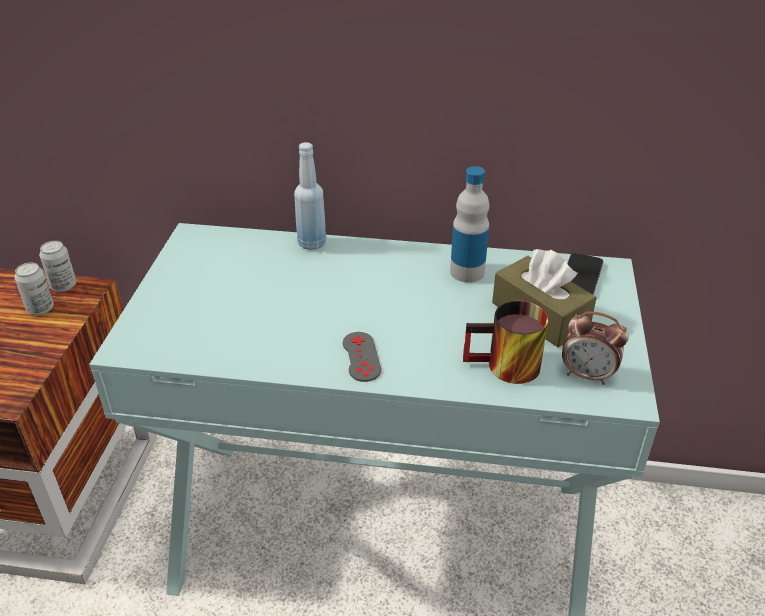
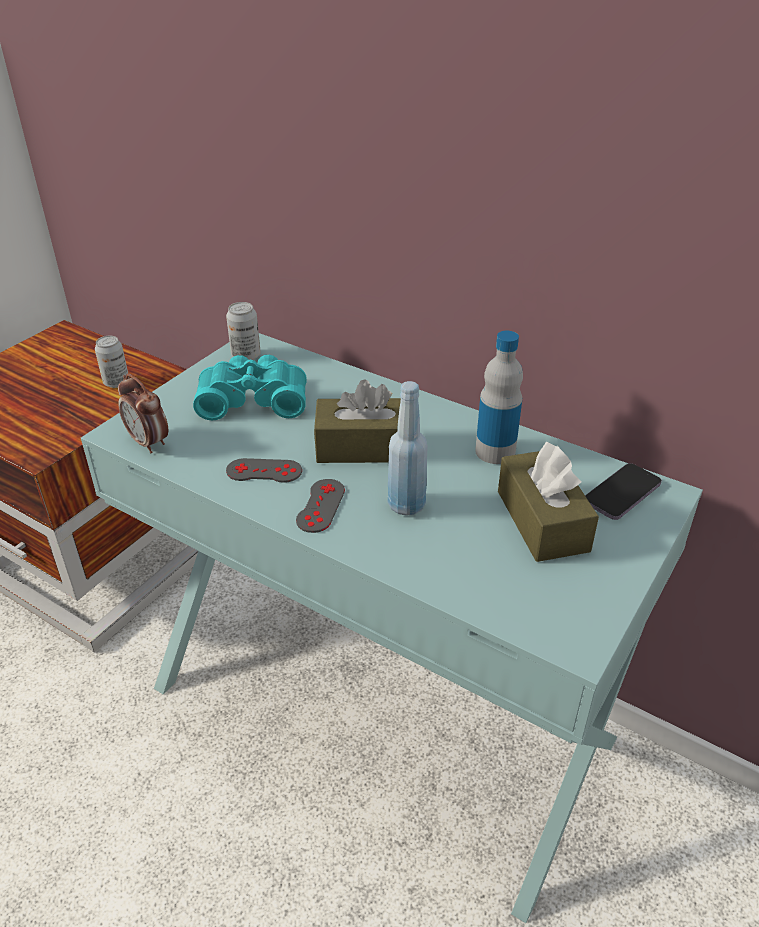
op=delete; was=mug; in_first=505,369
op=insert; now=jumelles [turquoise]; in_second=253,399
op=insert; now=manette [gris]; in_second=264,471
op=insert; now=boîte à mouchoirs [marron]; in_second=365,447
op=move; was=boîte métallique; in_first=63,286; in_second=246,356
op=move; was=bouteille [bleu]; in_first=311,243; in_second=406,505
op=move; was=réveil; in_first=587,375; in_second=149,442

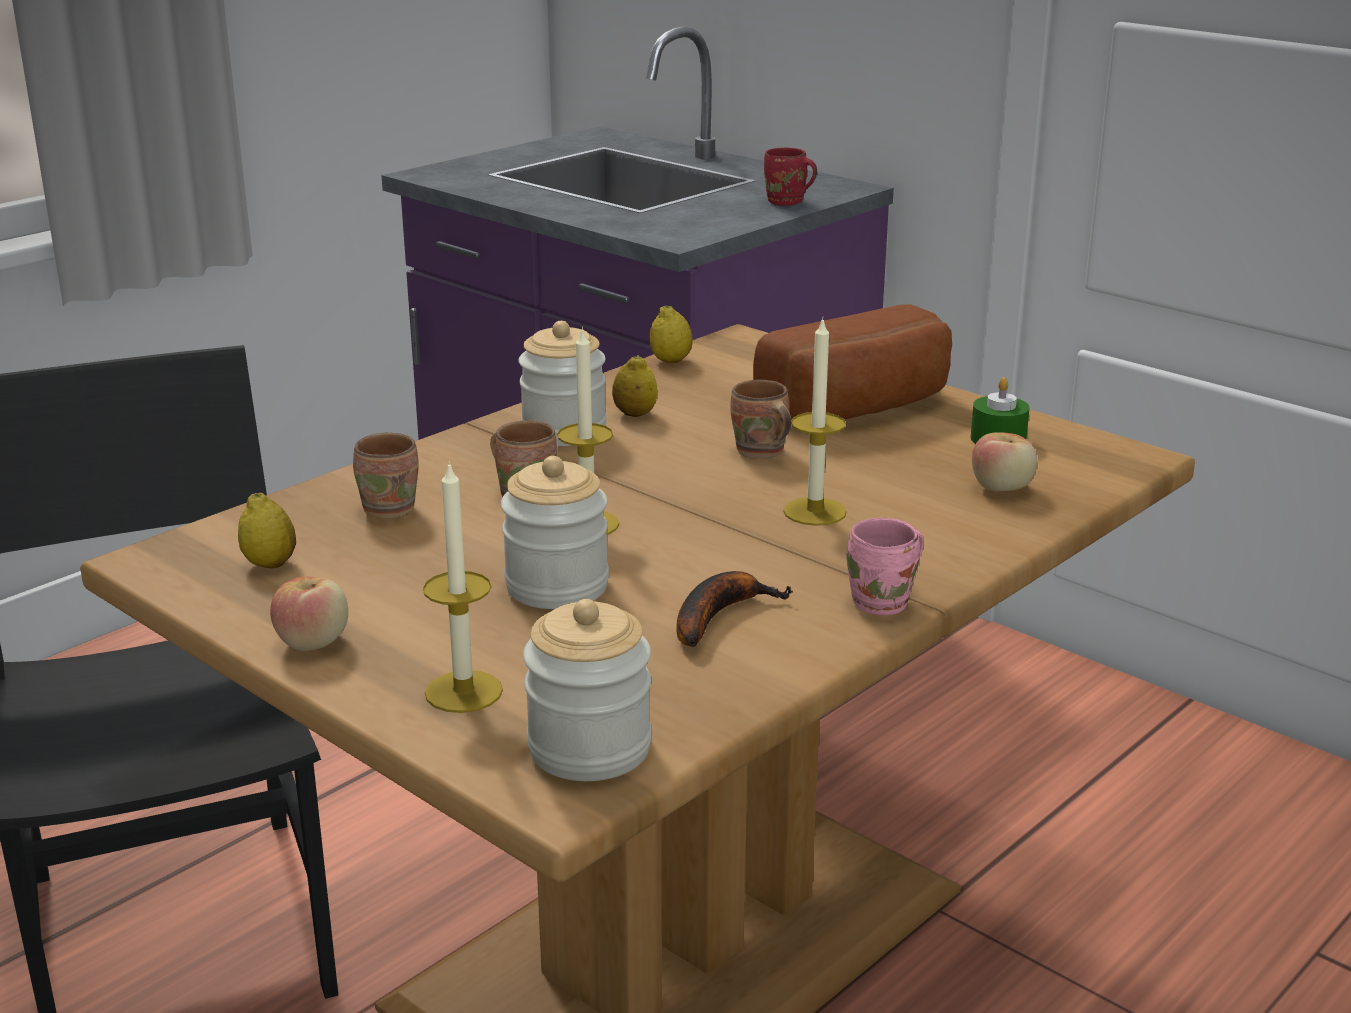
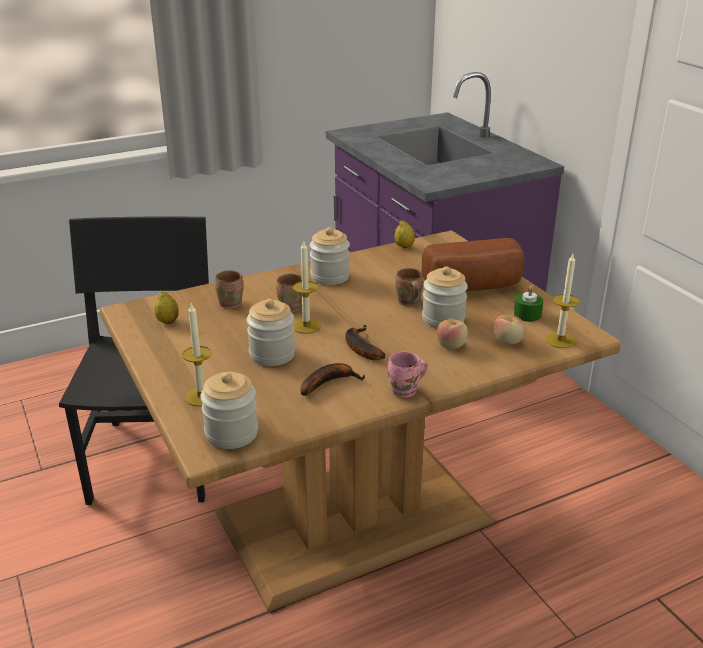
op=delete; was=citron; in_first=635,414
op=delete; was=mug [rouge]; in_first=786,202
op=insert; now=banane; in_second=360,347
op=insert; now=bocal; in_second=443,319
op=move; was=pomme; in_first=313,642; in_second=451,345
op=move; was=bougie; in_first=814,511; in_second=560,340

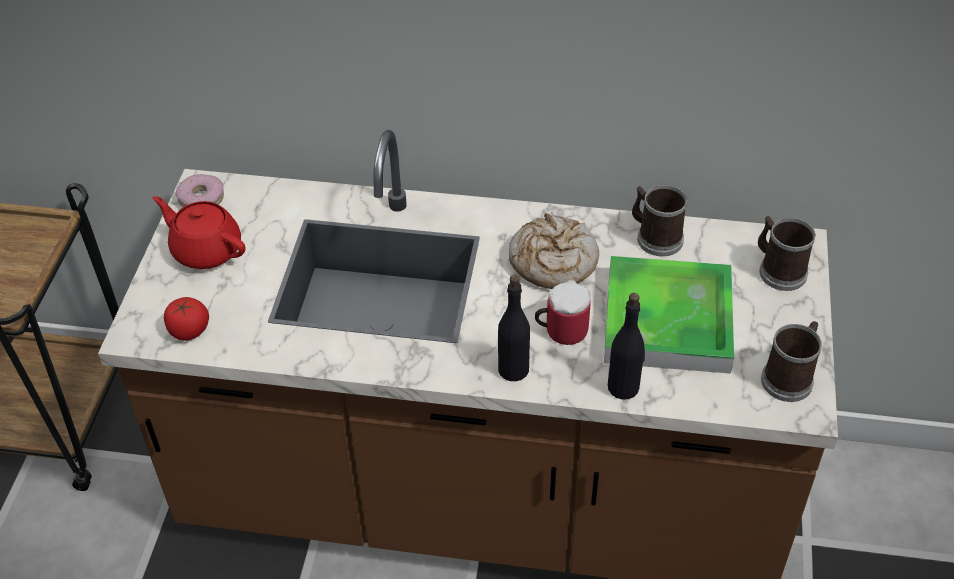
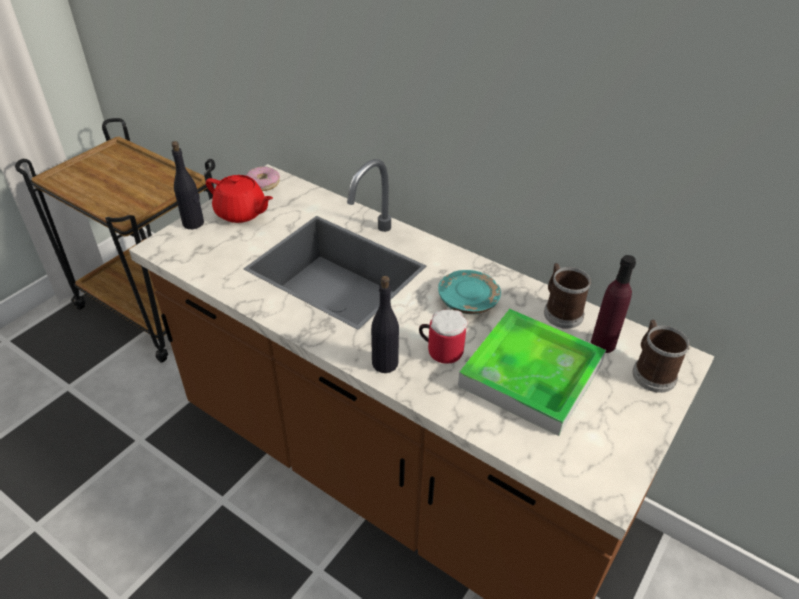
op=delete; was=tomate; in_first=189,330
op=delete; was=mug; in_first=790,377
op=insert; now=bouteille [violet]; in_second=603,344
op=move; was=bouteille [noir]; in_first=624,387; in_second=193,223
op=replace; was=pain; now=assiette [turquoise]; in_first=552,261; in_second=468,300
op=rotate; was=théière [rouge]; in_first=206,250; in_second=241,213; clockwise=150

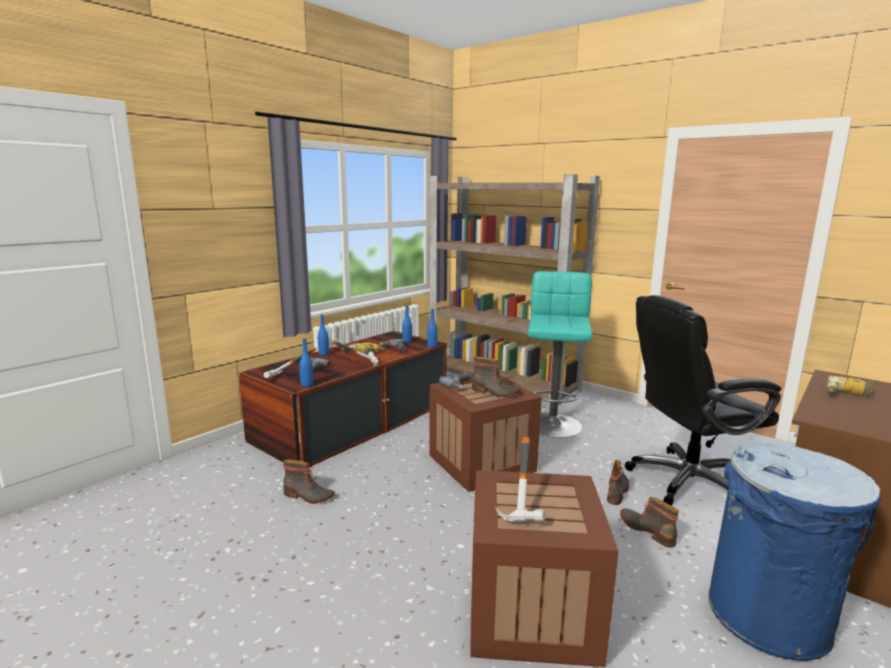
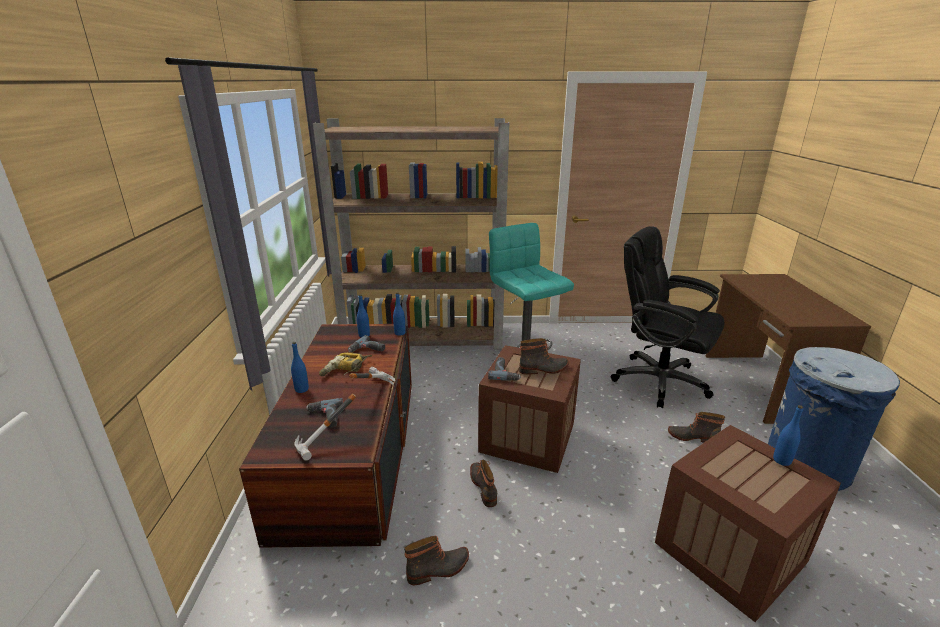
op=delete; was=marteau; in_first=528,506
op=delete; was=perceuse; in_first=849,393
op=move; was=bouteille [bleu]; in_first=307,385; in_second=781,460
op=move; was=botte; in_first=617,491; in_second=484,486
op=rotate; was=chaise de bureau [noir]; in_first=688,481; in_second=659,381; clockwise=90

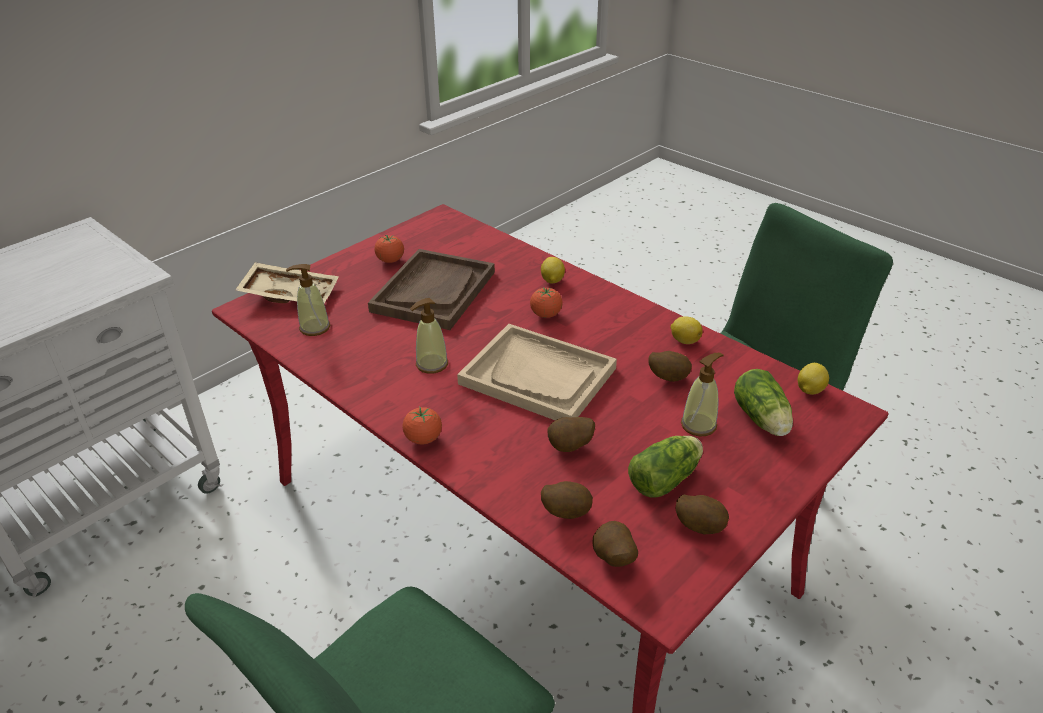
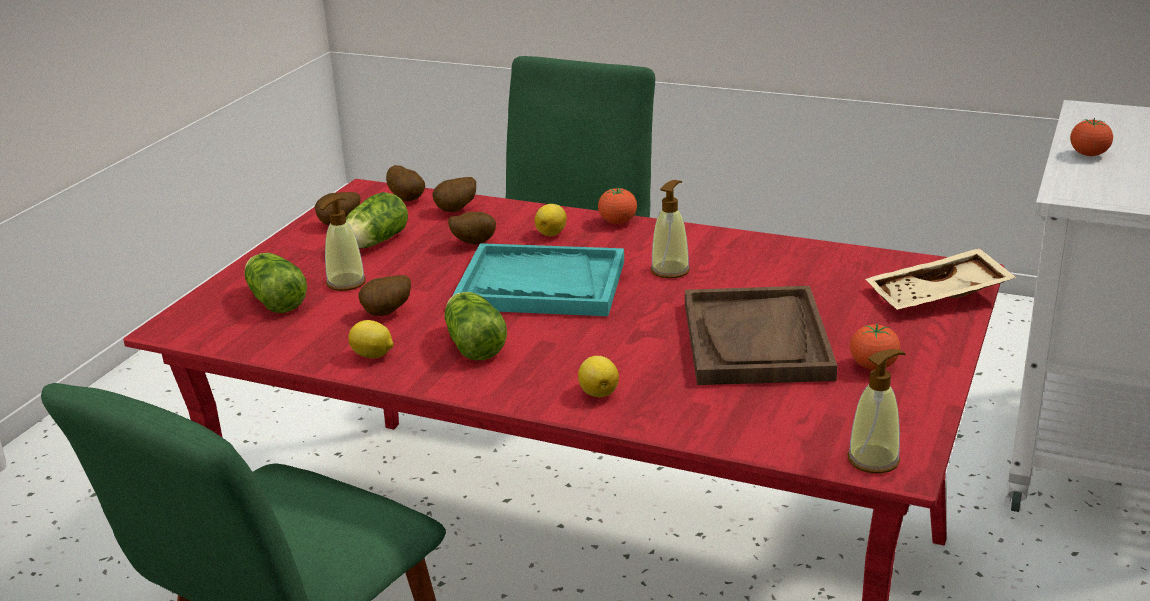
op=insert; now=laitue; in_second=473,343
op=move; was=distributeur de savon; in_first=314,327; in_second=874,460
op=move; was=tomate; in_first=546,315; in_second=1088,155
op=move; was=citron; in_first=809,390; in_second=552,233
op=recolor; was=plateau [beige]; now=plateau [turquoise]; in_first=538,376; in_second=540,285

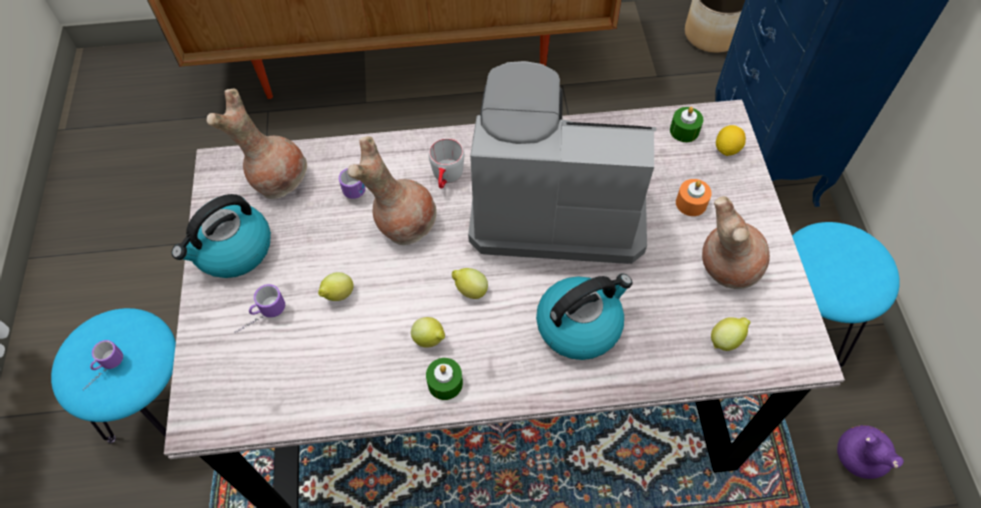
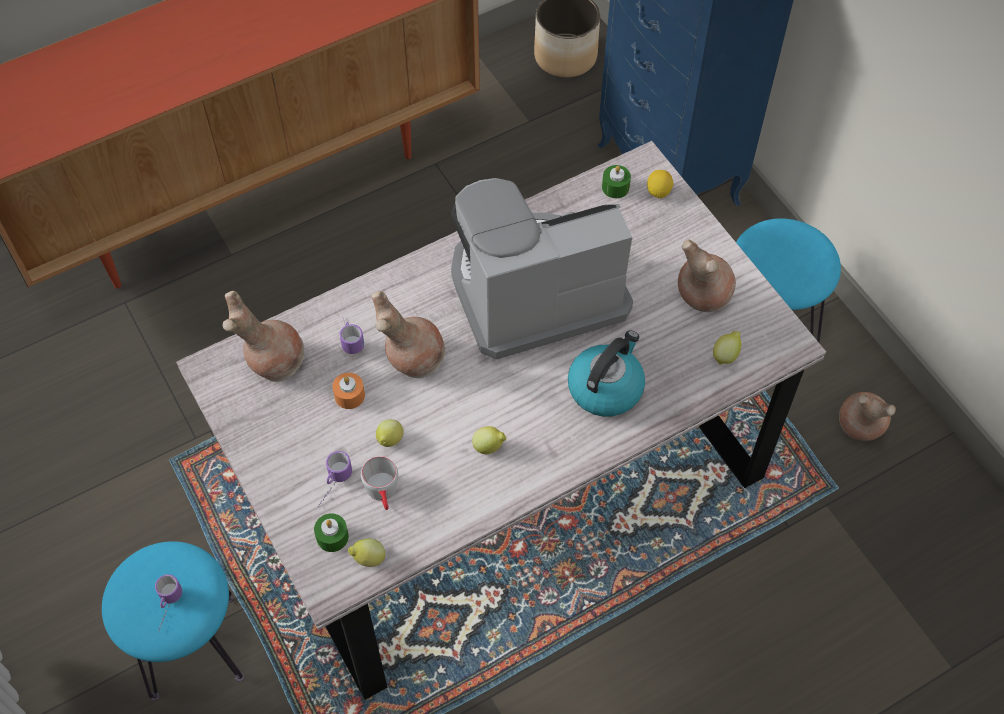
op=delete; was=bouilloire; in_first=233,251
op=move; was=bougie [vert]; in_first=445,383; in_second=332,537
op=move; was=mug [gris]; in_first=446,177; in_second=383,493
op=move; was=citron; in_first=470,290; in_second=368,559
op=move; was=bougie [orange]; in_first=691,203; in_second=349,395
op=recolor; was=vase [violet]; now=vase [marron]; in_first=855,459; in_second=858,427

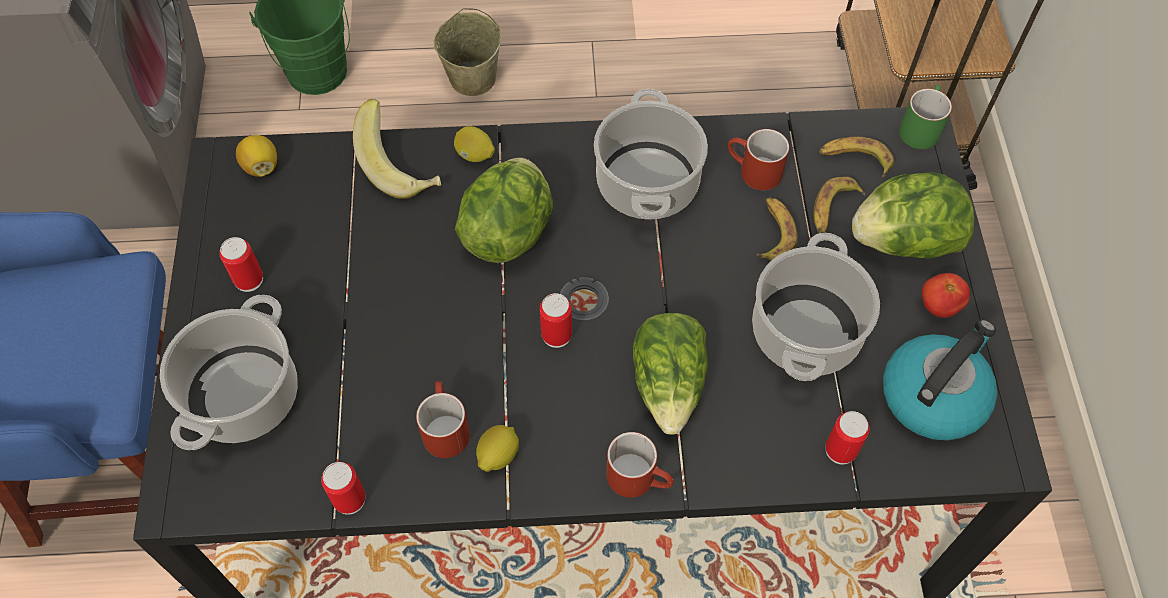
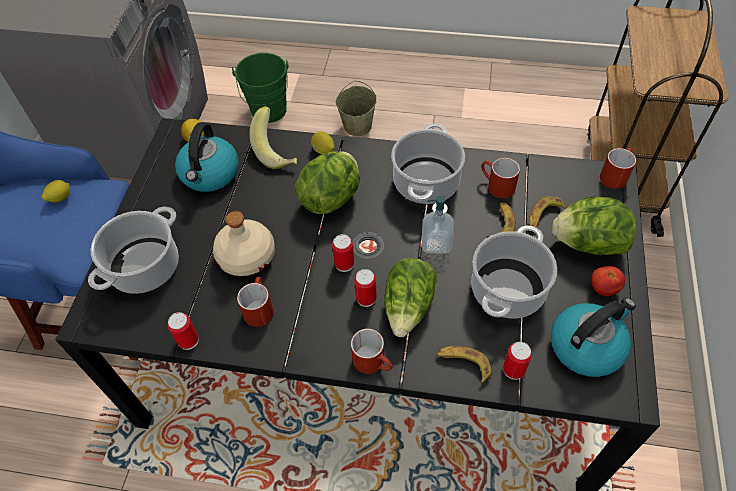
op=insert; now=bouilloire; in_second=210,174
op=insert; now=bouteille [beige]; in_second=247,256
op=insert; now=distributeur de savon; in_second=436,243
op=move; was=boîte métallique; in_first=249,279; in_second=366,298
op=move; was=citron; in_first=497,455; in_second=60,198
op=move; was=banane; in_first=855,160; in_second=463,364
op=recolor; was=mug [vert]; now=mug [rouge]; in_first=920,127; in_second=614,174

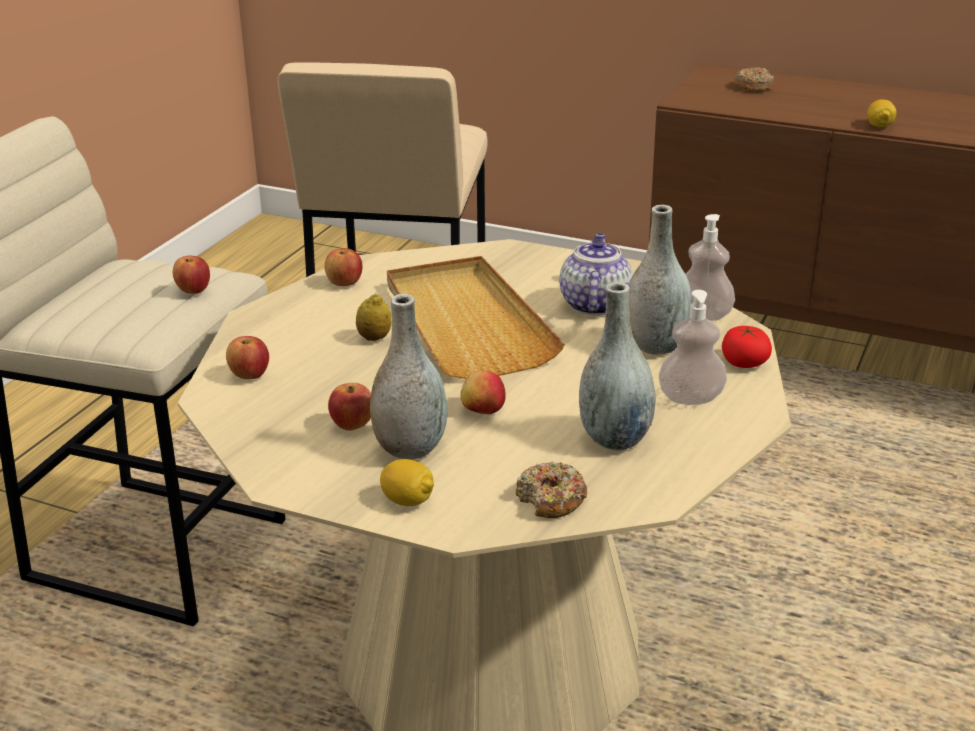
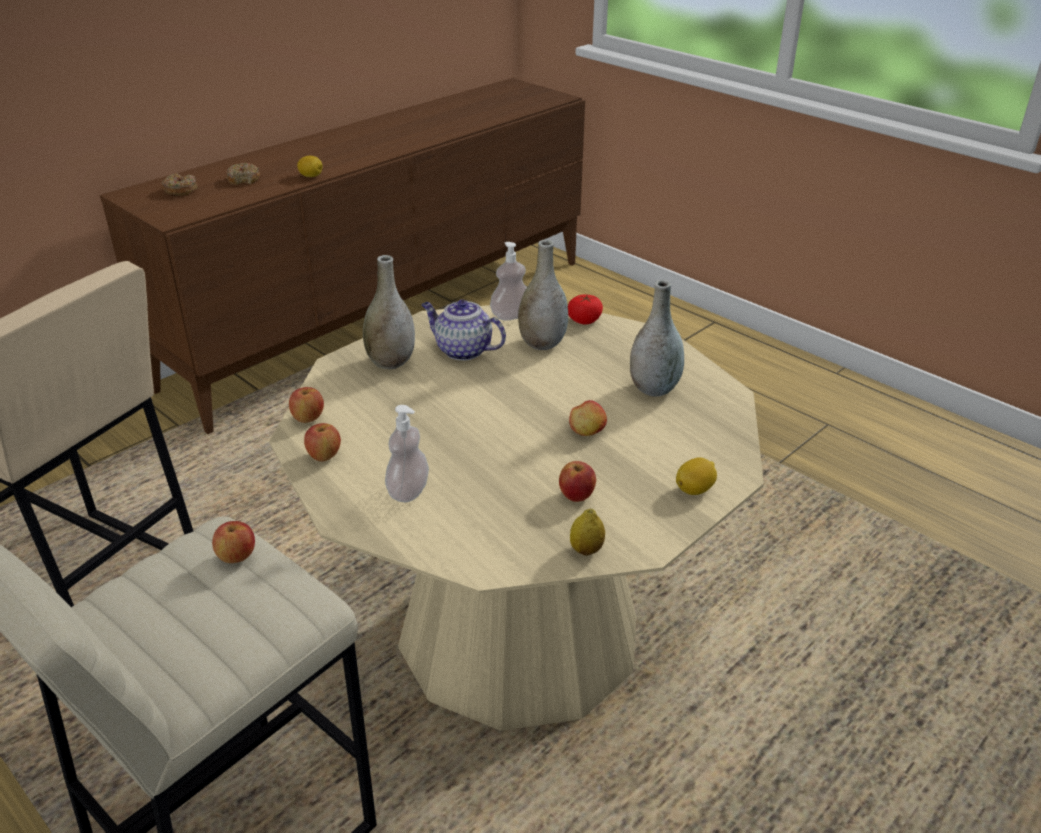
op=delete; was=plateau [beige]; in_first=466,323
op=move; was=pomme; in_first=249,375; in_second=308,418
op=move; was=citron; in_first=374,338; in_second=586,550
op=move; was=vase [gris]; in_first=410,449; in_second=391,362
op=move; was=beignet; in_first=551,500; in_second=244,179
op=move; was=distributeur de savon; in_first=691,398; in_second=408,491

